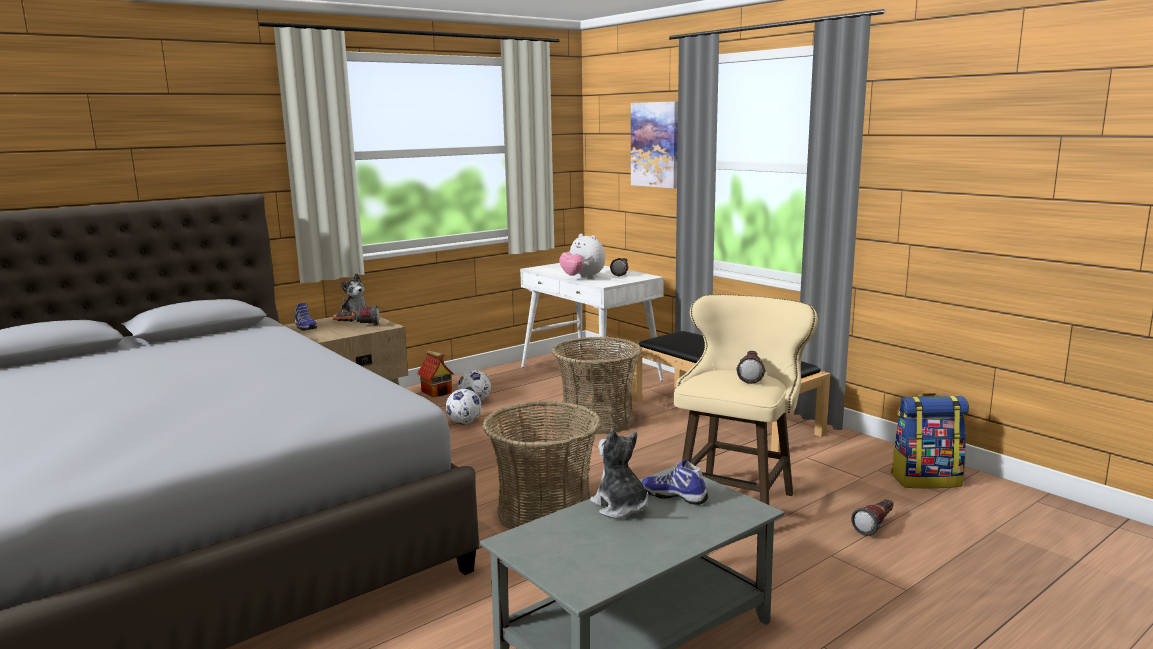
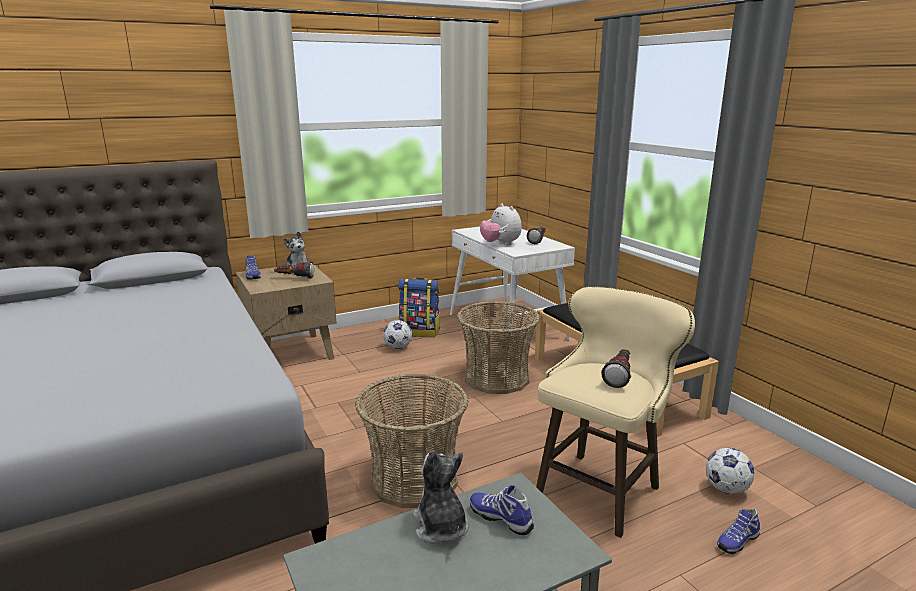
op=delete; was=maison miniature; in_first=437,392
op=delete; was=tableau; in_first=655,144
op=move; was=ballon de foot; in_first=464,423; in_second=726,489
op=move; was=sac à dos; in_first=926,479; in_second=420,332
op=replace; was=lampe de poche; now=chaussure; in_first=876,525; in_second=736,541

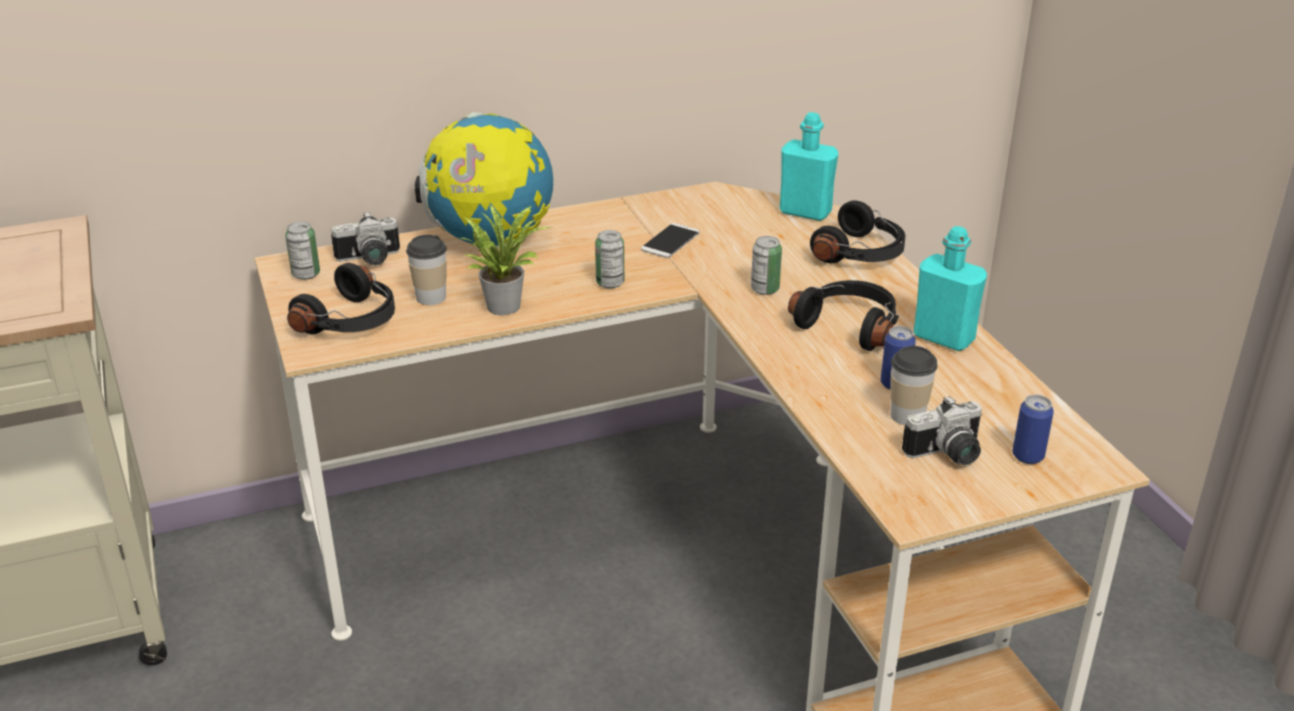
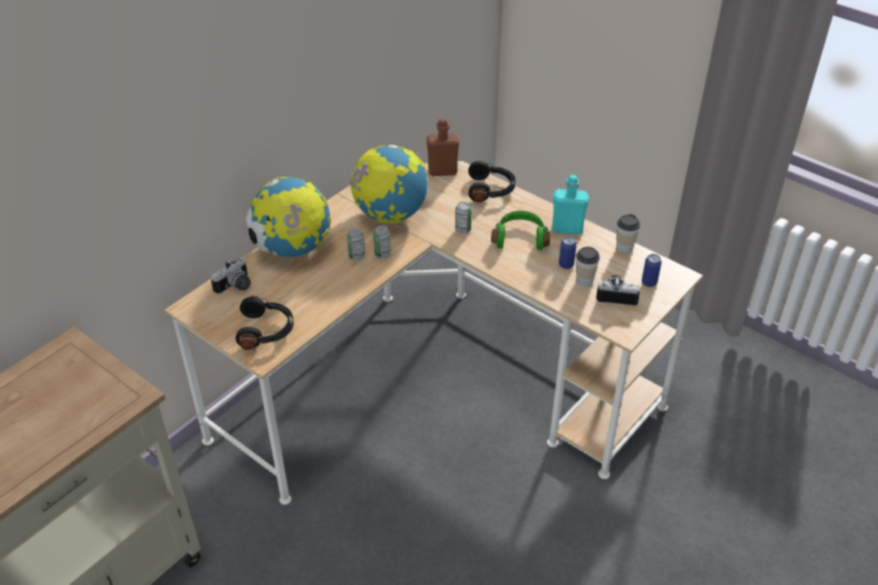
op=delete; was=plante en pot; in_first=504,304
op=move; was=boîte métallique; in_first=306,274; in_second=356,256
op=move; was=tasse; in_first=431,297; in_second=624,247
op=replace; was=téléphone; now=globe; in_first=670,241; in_second=390,215
op=recolor; was=bouteille [turquoise]; now=bouteille [marron]; in_first=805,212; in_second=442,171
op=recolor; was=casque audio [noir]; now=casque audio [vert]; in_first=849,326; in_second=520,237
op=rotate; was=appareil photo; in_first=948,455; in_second=617,295; clockwise=-120

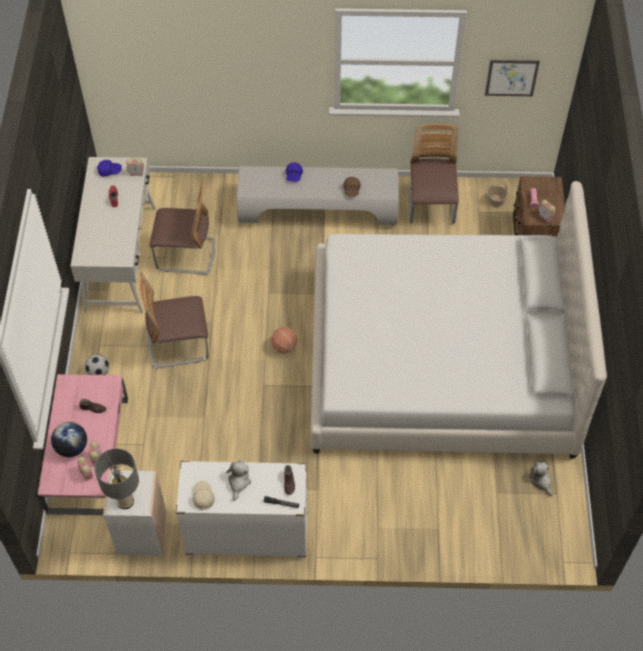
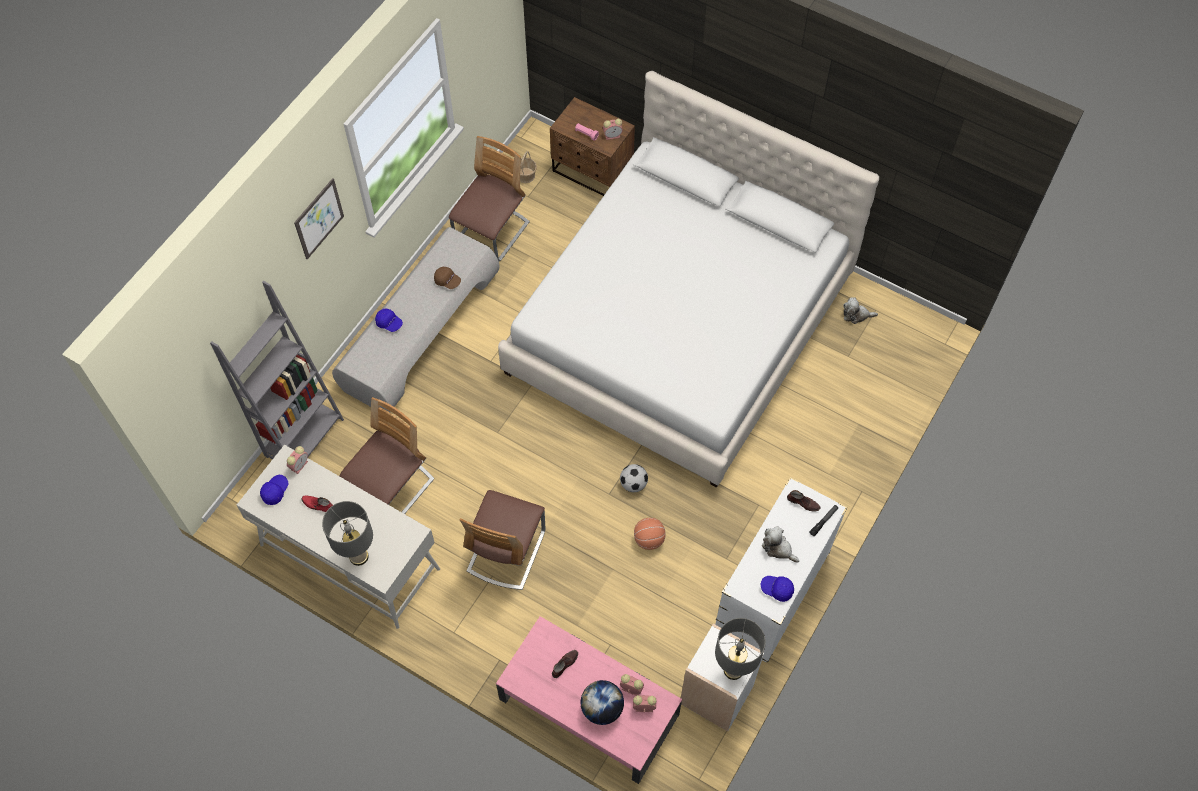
op=insert; now=bibliothèque [gris]; in_second=303,437
op=insert; now=lampe de table [gris]; in_second=358,556
op=move; was=ballon de foot; in_first=98,372; in_second=633,484
op=move; was=ballon de basket; in_first=284,347; in_second=649,539
op=move; was=tableau; in_first=511,77; in_second=319,218
op=recolor; was=casquette [beige]; now=casquette [bleu]; in_first=203,497; in_second=777,589
op=rotate; was=chaise; in_first=430,206; in_second=492,232; clockwise=90

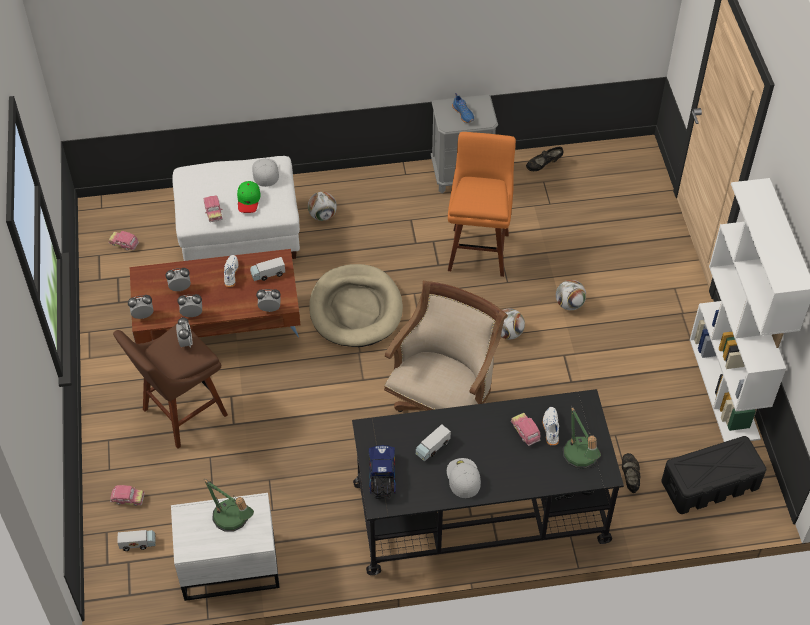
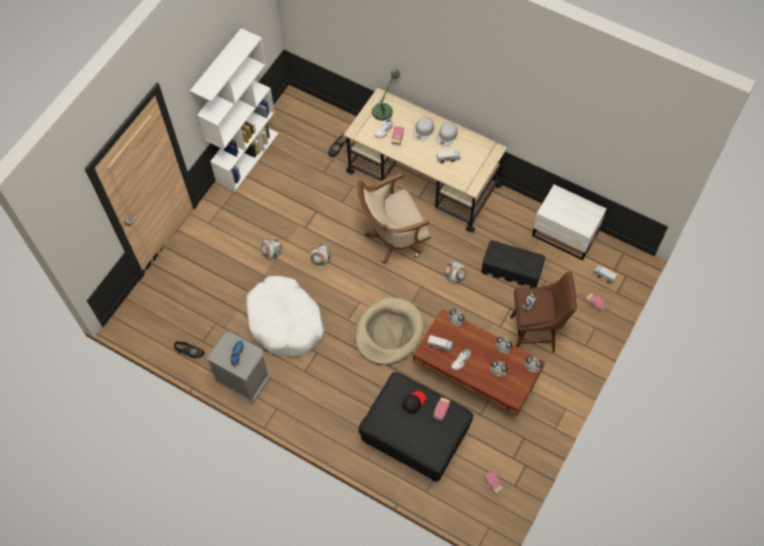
op=delete; was=lampe de table; in_first=233,521
op=delete; was=camion jouet; in_first=382,477
op=move; was=casquette [blanc]; in_first=265,172; in_second=423,131
op=move; was=ballon de foot; in_first=322,215; in_second=455,276
op=move; was=boîte de rangement [noir]; in_first=710,484; in_second=511,270
op=replace; was=tabouret [orange]; now=panier pour chien [blanc]; in_first=479,249; in_second=285,322
op=recolor; was=pouf [blanc]; now=pouf [noir]; in_first=241,234; in_second=414,436
op=recolor; was=casquette [vert]; now=casquette [noir]; in_first=248,200; in_second=413,402
op=recolor; was=bureau [noir]; now=bureau [beige]; in_first=481,513; in_second=423,179

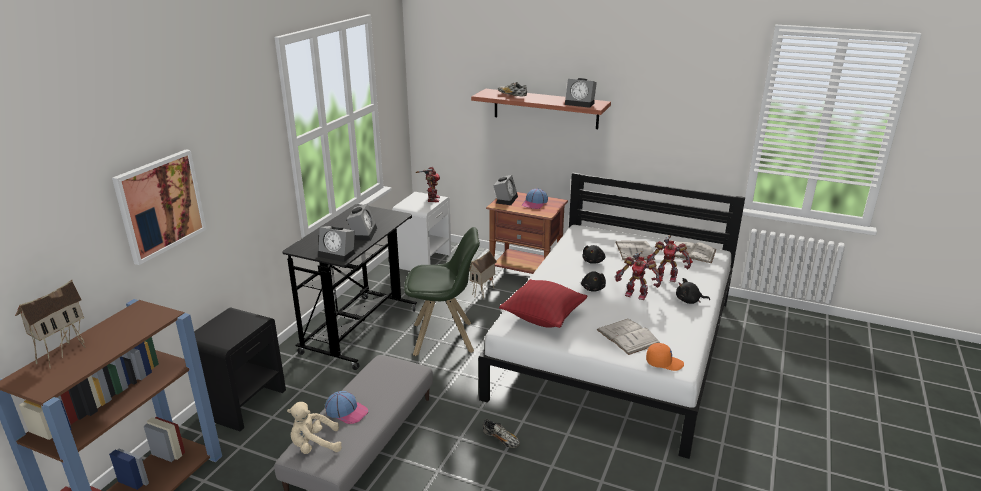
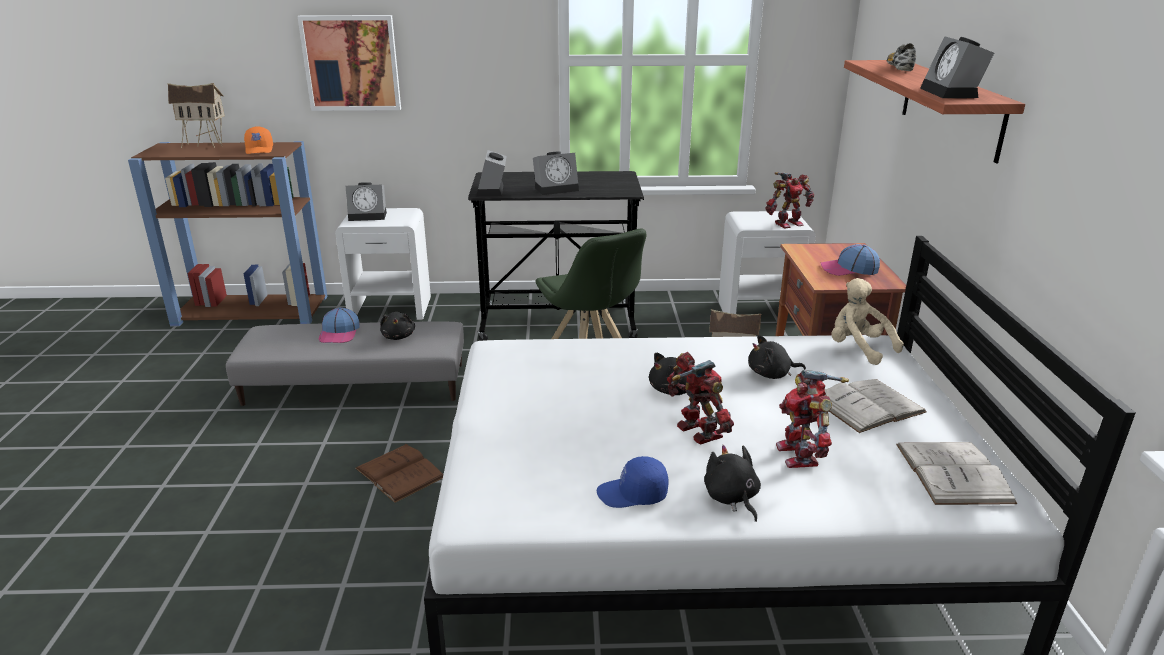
op=delete; was=coussin [rouge]; in_first=543,318
op=delete; was=livre [blanc]; in_first=628,336
op=insert; now=peluche [noir]; in_second=398,336
op=insert; now=casquette [bleu]; in_second=632,494
op=move; was=peluche [beige]; in_first=314,446; in_second=858,348
op=move; was=réveil; in_first=505,199; in_second=369,216
op=move; was=casquette [orange]; in_first=664,362; in_second=260,150
op=replace; was=chaussure; now=livre [marron]; in_first=501,440; in_second=400,473
op=recolor; was=table de chevet [noir]; now=table de chevet [blanc]; in_first=244,402; in_second=391,308
op=rotate; was=robot jouet; in_first=636,293; in_second=696,433; clockwise=150

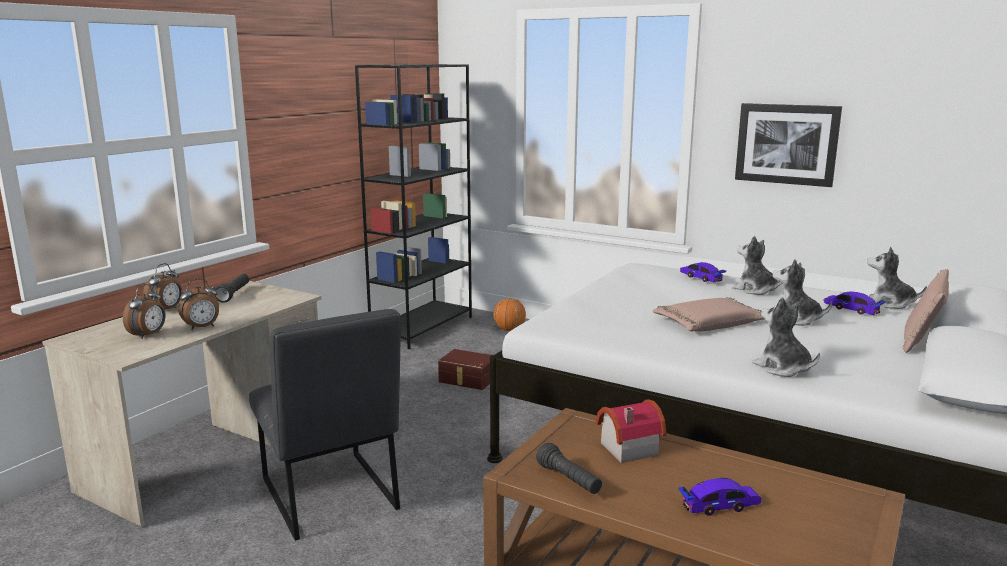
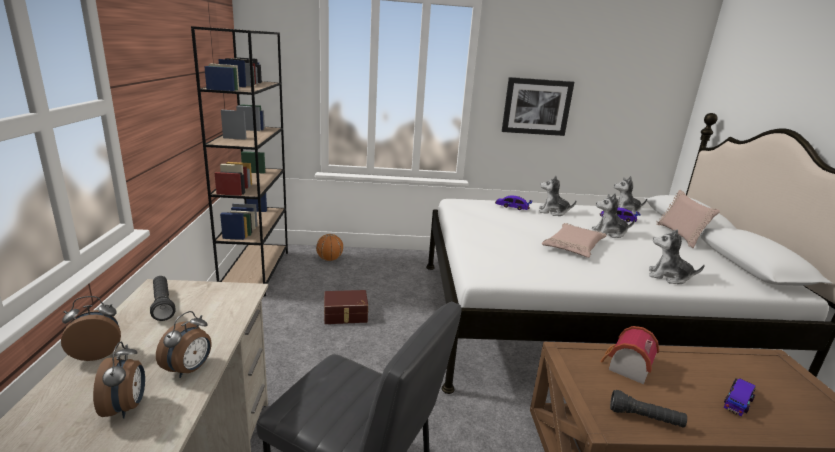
op=recolor; was=bibliothèque [noir]; now=bibliothèque [beige]; in_first=422,328; in_second=255,271
op=rotate; was=réveil; in_first=167,310; in_second=97,353; clockwise=-105

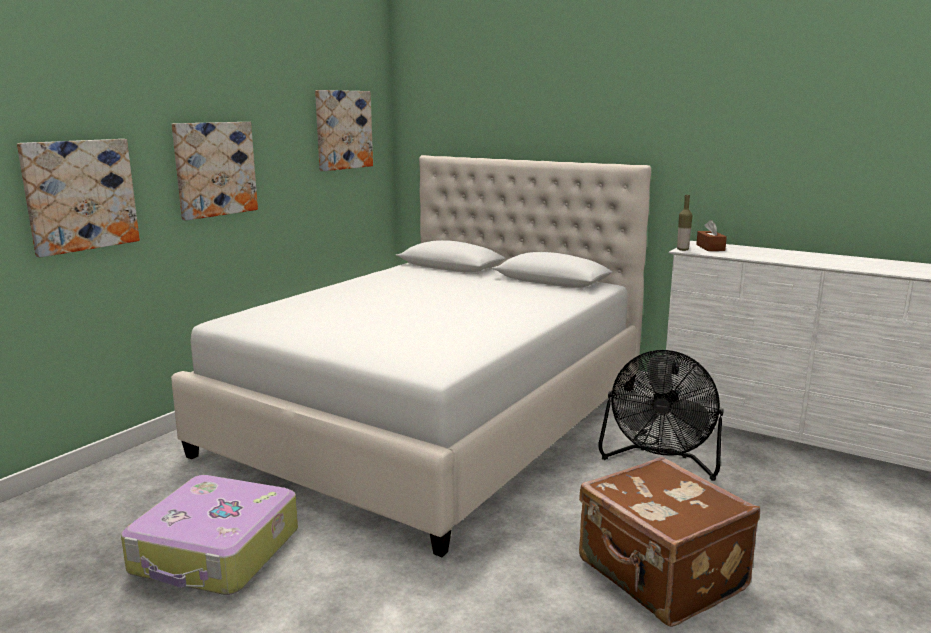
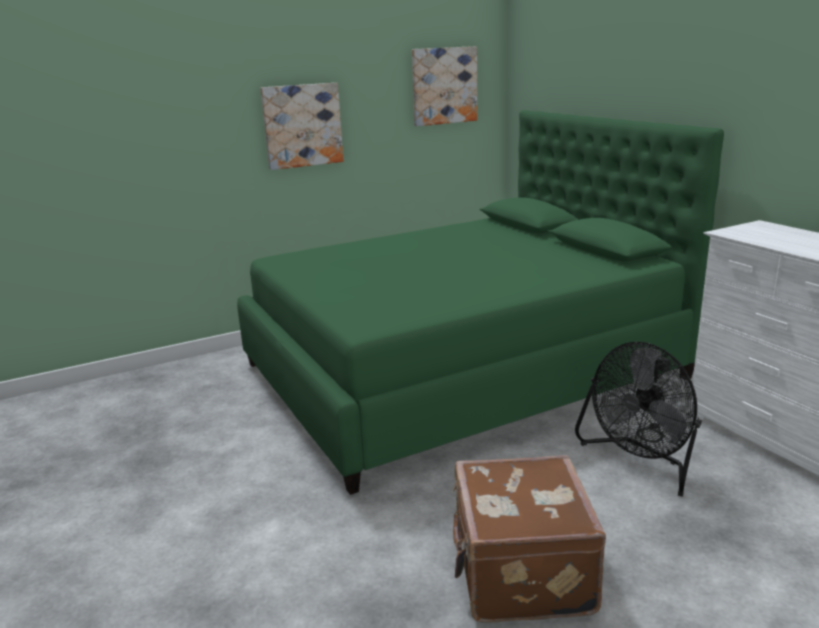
op=delete; was=tableau; in_first=80,195
op=delete; was=valise; in_first=216,552
op=delete; was=bouteille; in_first=682,250
op=delete; was=boîte à mouchoirs [marron]; in_first=710,248
op=recolor; was=lit [blanc]; now=lit [vert]; in_first=434,419; in_second=460,371

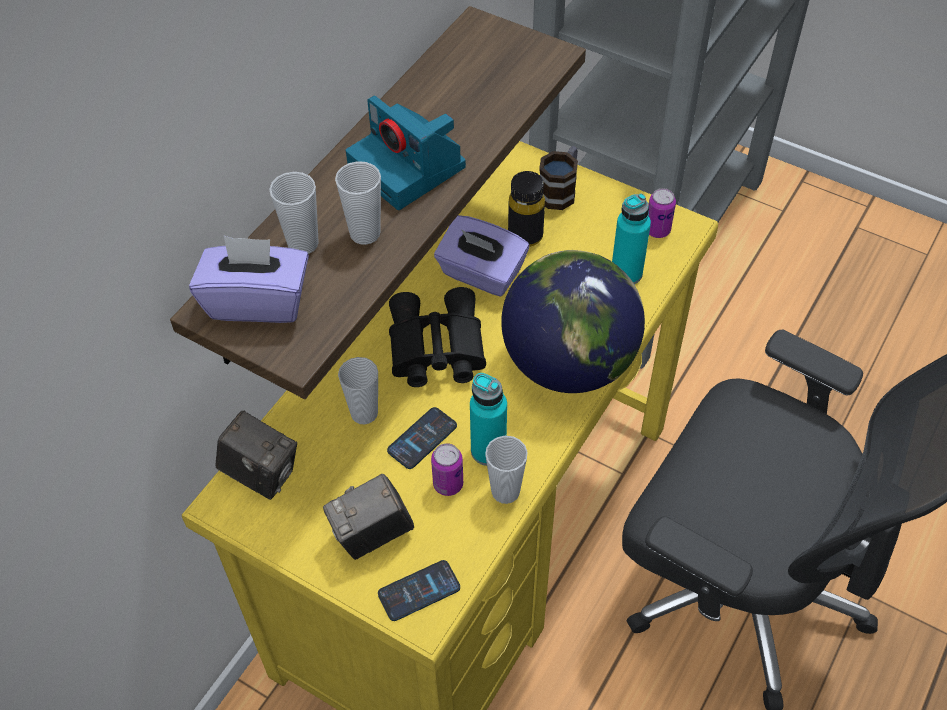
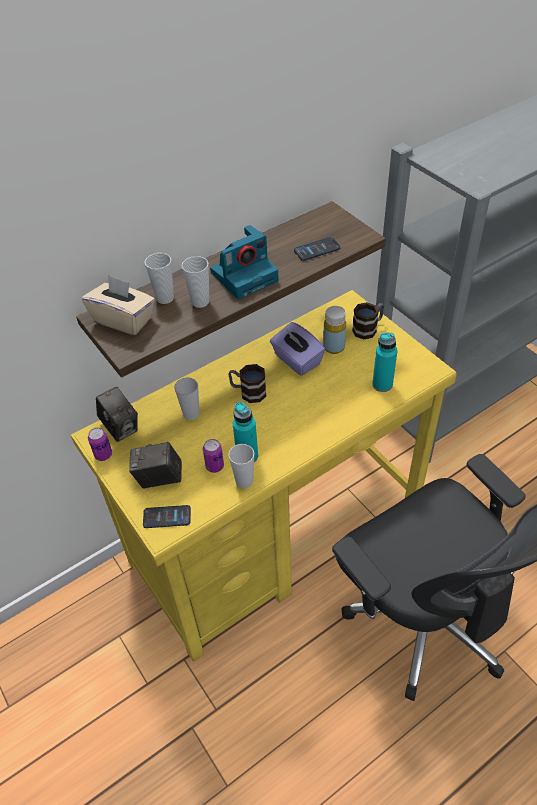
op=delete; was=globe; in_first=568,364
op=move; was=téléphone; in_first=422,438; in_second=317,249
op=move; was=boîte métallique; in_first=657,230; in_second=103,455
op=replace; was=jumelles [noir]; now=mug; in_first=434,348; in_second=248,392
op=recolor; was=boîte à mouchoirs [violet]; now=boîte à mouchoirs [beige]; in_first=258,301; in_second=124,320
op=recolor; was=bouteille [noir]; now=bouteille [jaune]; in_first=525,235; in_second=334,347
op=rotate; was=appareil photo; in_first=409,168; in_second=245,275; clockwise=-105

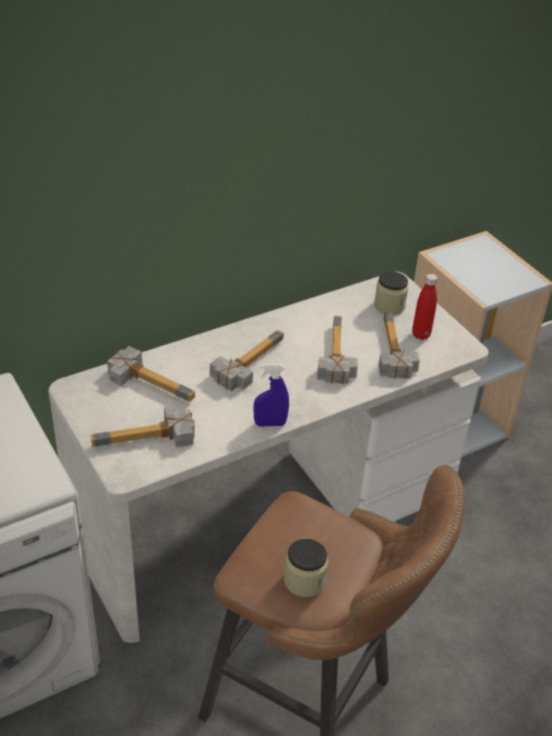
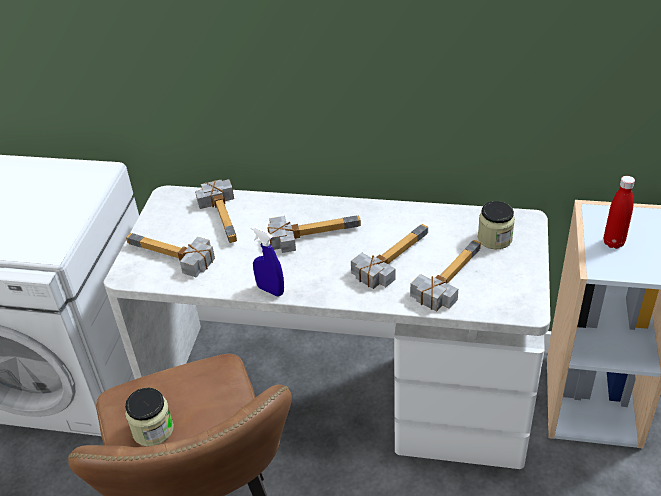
op=move; was=bouteille [rouge]; in_first=421,335; in_second=613,243

